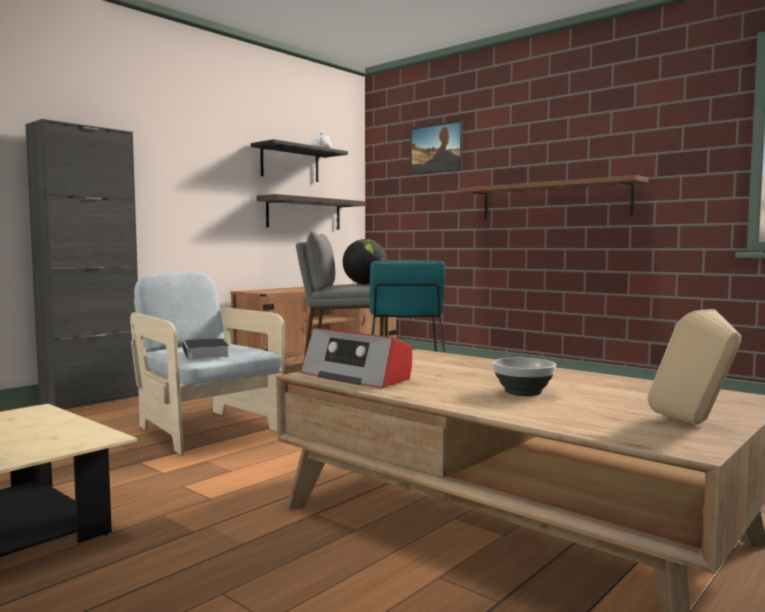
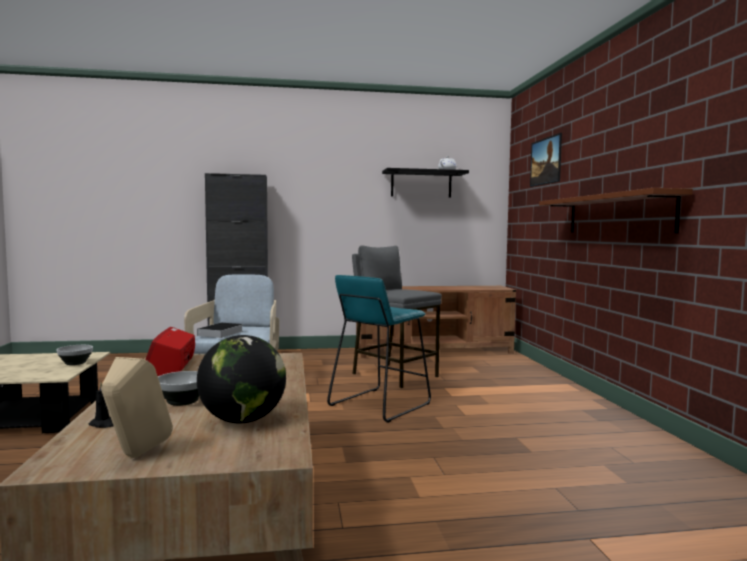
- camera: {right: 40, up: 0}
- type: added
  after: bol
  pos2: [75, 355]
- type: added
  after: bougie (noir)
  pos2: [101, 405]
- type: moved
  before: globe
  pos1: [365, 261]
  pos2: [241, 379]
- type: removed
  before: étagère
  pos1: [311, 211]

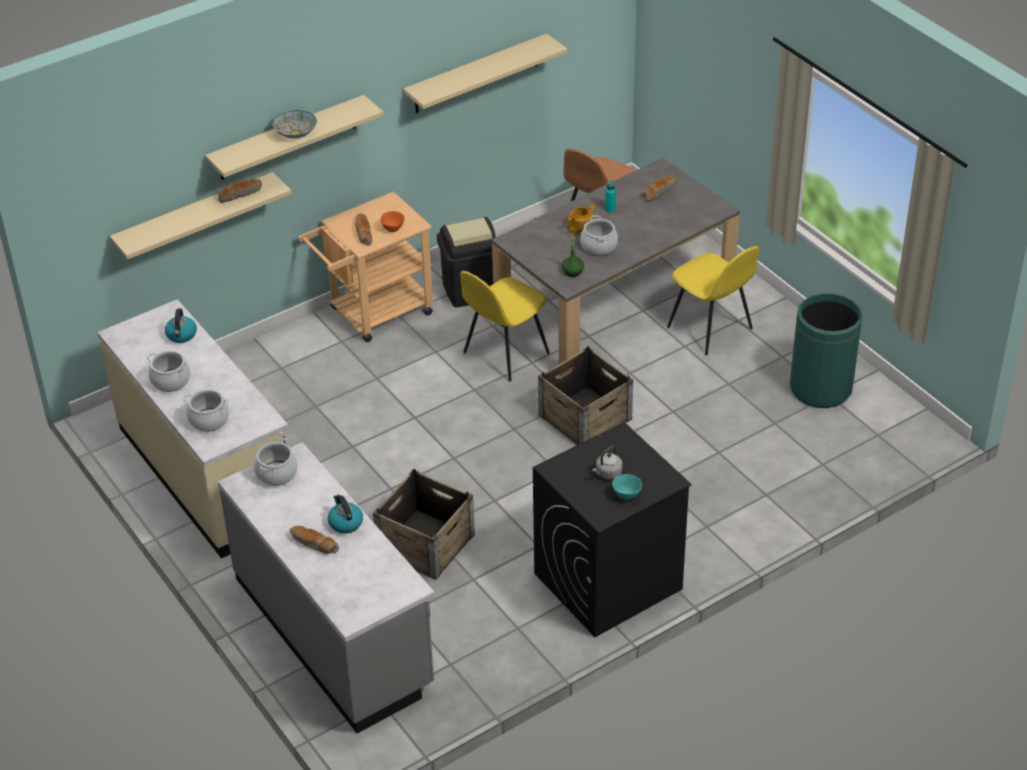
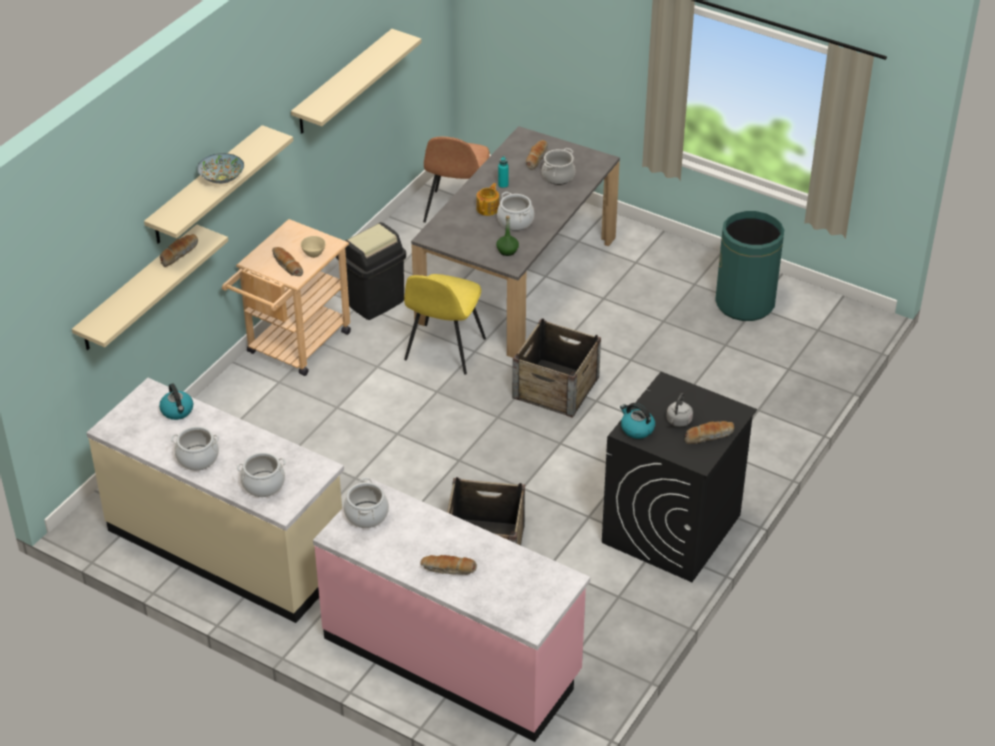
- camera: {right: -25, up: 0}
- type: recoloured
  before: bol (orange)
  after: bol (beige)
  pos1: [392, 221]
  pos2: [313, 247]
- type: recoloured
  before: comptoir de cuisine (gris)
  after: comptoir de cuisine (rose)
  pos1: [326, 588]
  pos2: [451, 610]
- type: added
  after: marmite
  pos2: [558, 166]
- type: moved
  before: bouilloire
  pos1: [345, 514]
  pos2: [637, 421]
- type: replaced
  before: bol (turquoise)
  after: pain
  pos1: [627, 487]
  pos2: [709, 432]
- type: removed
  before: chaise (jaune)
  pos1: [713, 300]

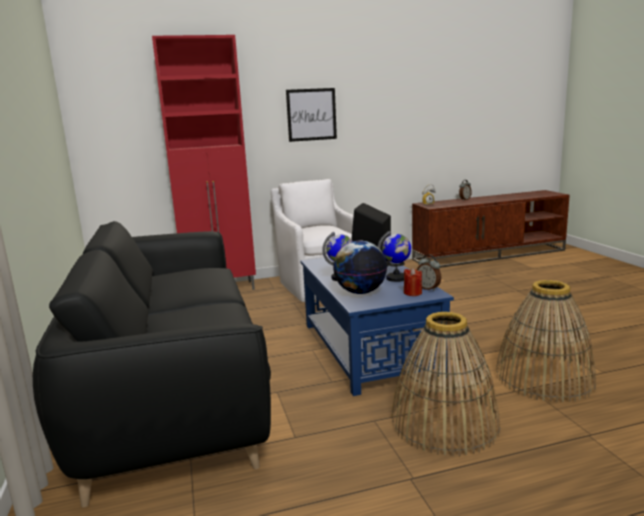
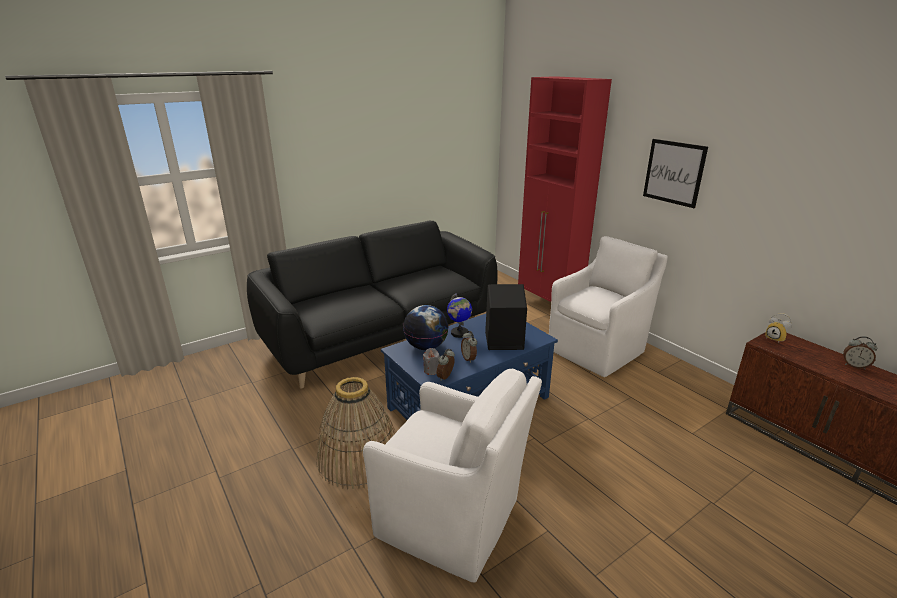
- camera: {right: 70, up: 10}
- type: replaced
  before: panier
  after: fauteuil (blanc)
  pos1: [546, 341]
  pos2: [452, 475]
- type: recoloured
  before: bougie (rouge)
  after: bougie (gris)
  pos1: [413, 282]
  pos2: [431, 361]
- type: replaced
  before: globe
  after: réveil
  pos1: [394, 256]
  pos2: [469, 347]

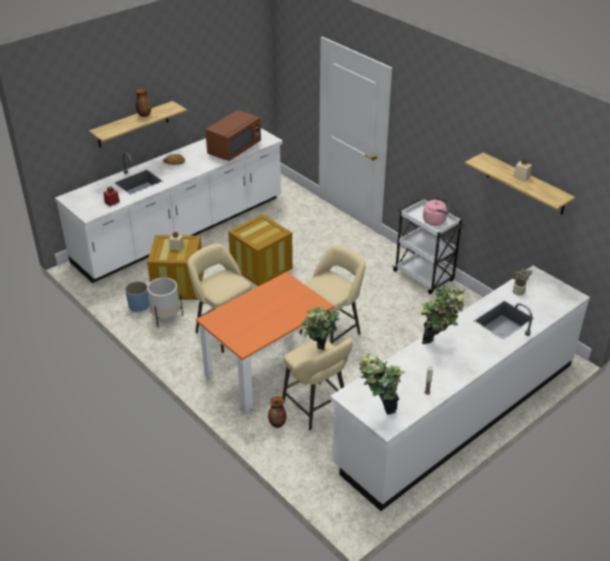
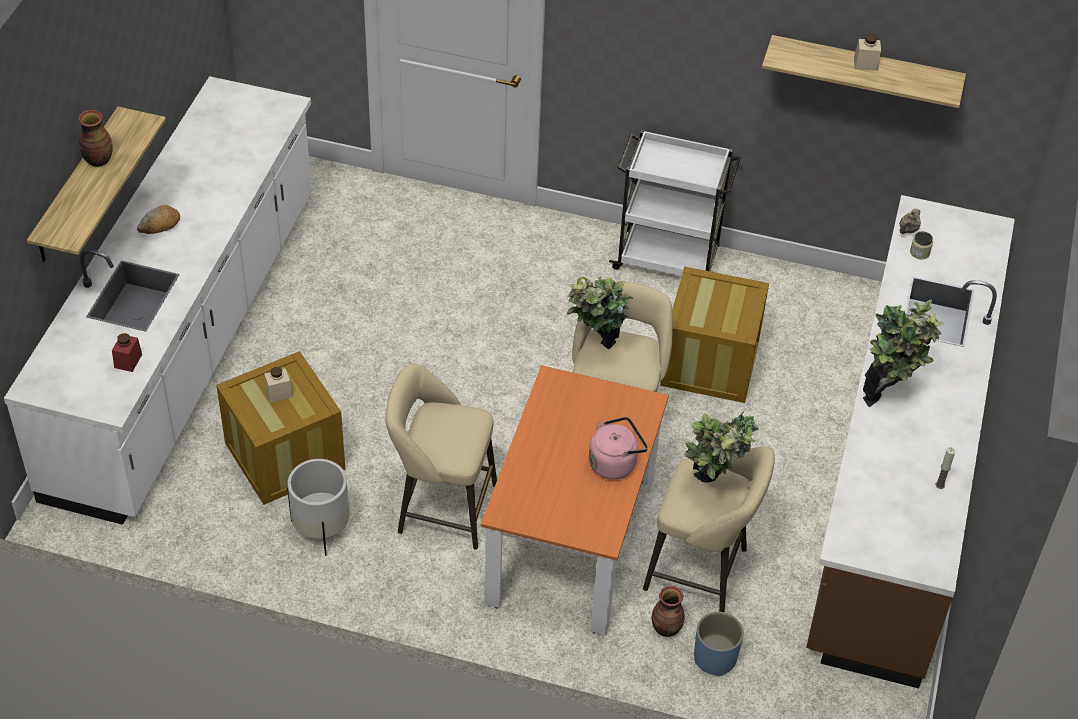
- camera: {right: -35, up: 10}
- type: moved
  before: plante en pot
  pos1: [382, 384]
  pos2: [599, 312]
- type: moved
  before: bouilloire (rose)
  pos1: [436, 212]
  pos2: [618, 448]
- type: moved
  before: caisse
  pos1: [260, 250]
  pos2: [714, 335]
- type: moved
  before: cache-pot (bleu)
  pos1: [137, 296]
  pos2: [719, 644]
- type: recoloured
  before: comptoir de cuisine (blanc)
  after: comptoir de cuisine (marron)
  pos1: [460, 388]
  pos2: [910, 441]
- type: removed
  before: micro-ondes (marron)
  pos1: [233, 135]

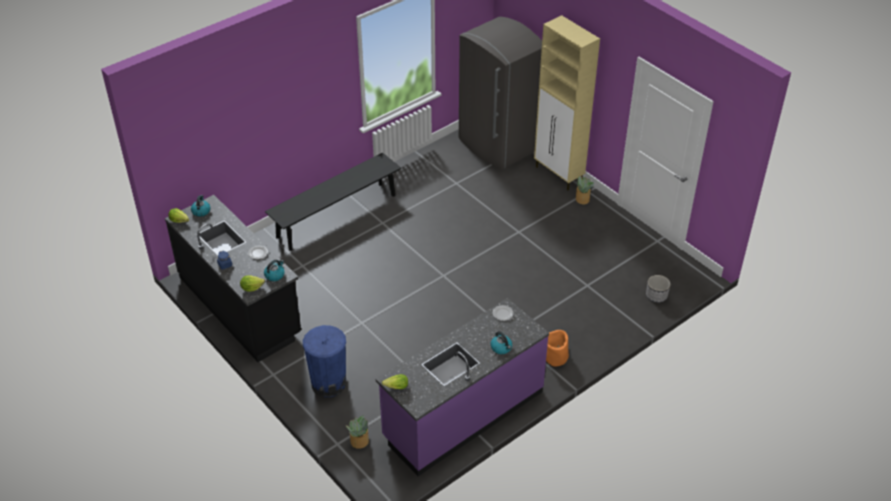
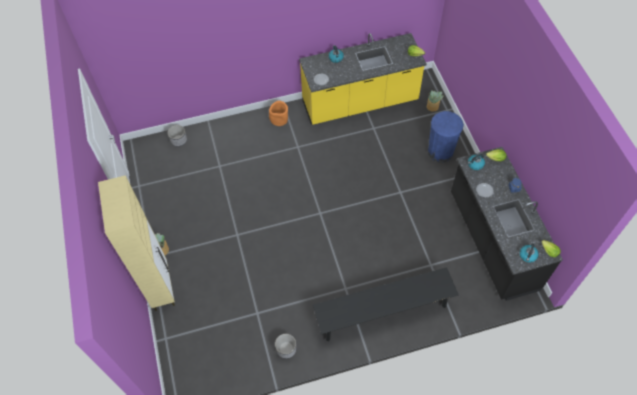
- camera: {right: -155, up: 15}
- type: added
  after: cache-pot
  pos2: [285, 346]
- type: recoloured
  before: comptoir de cuisine (violet)
  after: comptoir de cuisine (jaune)
  pos1: [462, 387]
  pos2: [363, 79]
- type: removed
  before: réfrigérateur (gris)
  pos1: [500, 93]

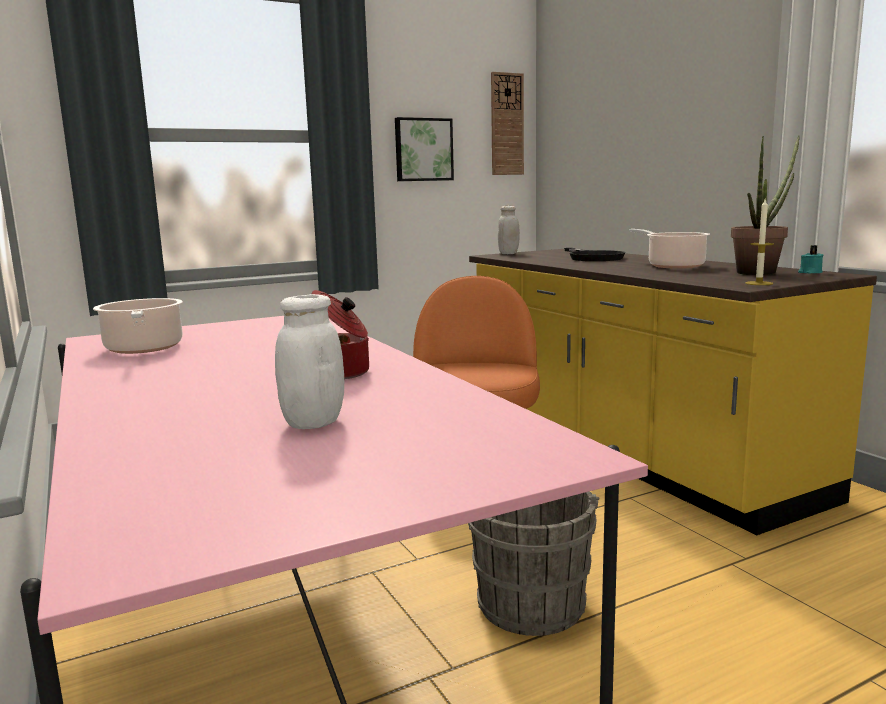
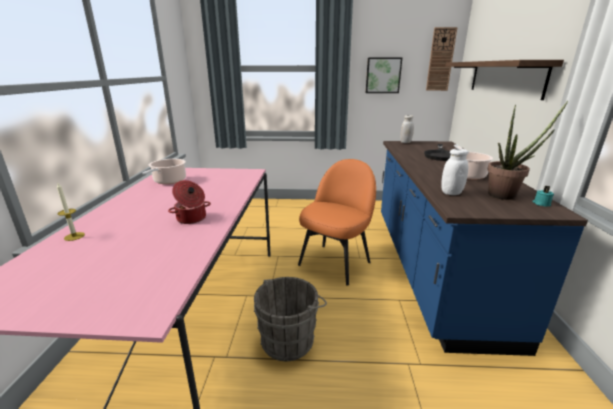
- camera: {right: 30, up: 10}
- type: moved
  before: bougie
  pos1: [759, 242]
  pos2: [71, 212]
- type: recoloured
  before: comptoir de cuisine (jaune)
  after: comptoir de cuisine (bleu)
  pos1: [673, 392]
  pos2: [484, 248]
- type: moved
  before: bocal (blanc)
  pos1: [309, 361]
  pos2: [455, 172]
- type: added
  after: étagère
  pos2: [504, 80]

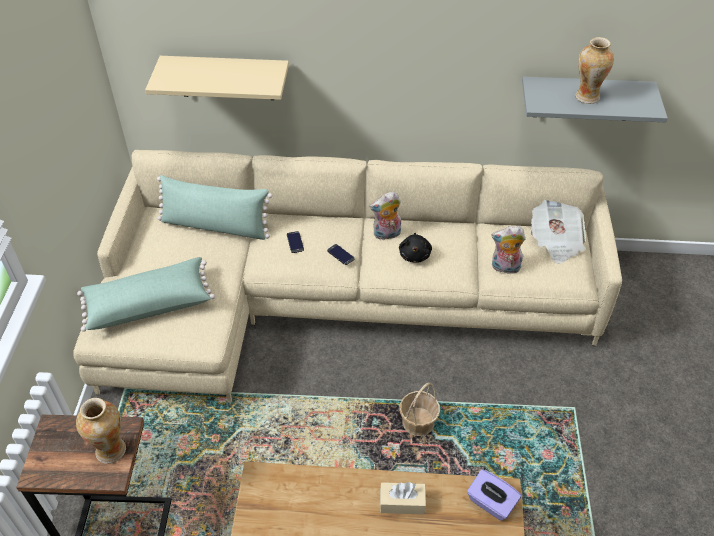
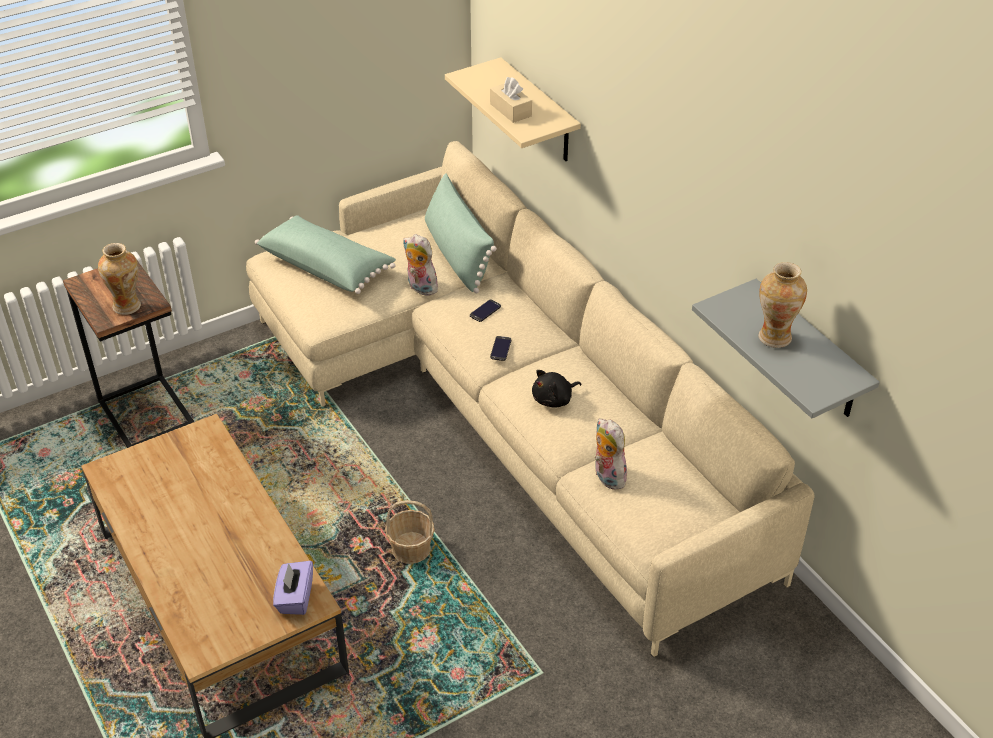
- camera: {right: 55, up: -5}
- type: moved
  before: peluche
  pos1: [385, 215]
  pos2: [420, 265]
- type: moved
  before: boîte à mouchoirs (beige)
  pos1: [403, 498]
  pos2: [511, 100]
- type: removed
  before: journal
  pos1: [558, 232]

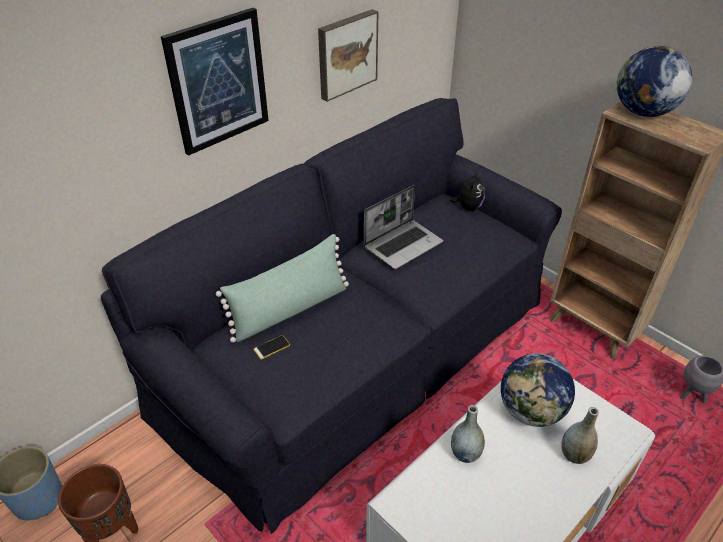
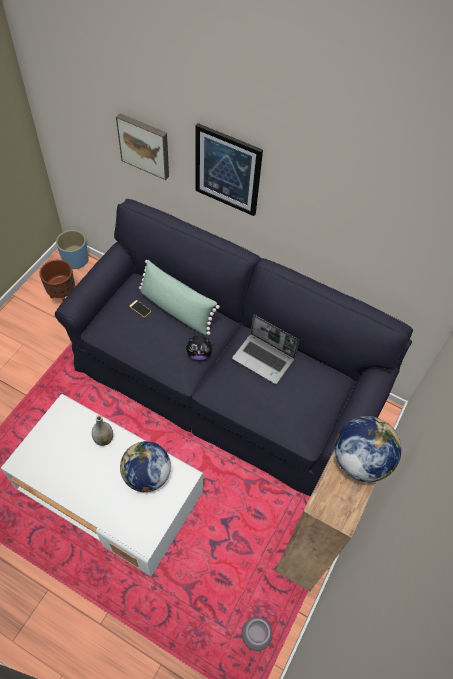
- camera: {right: 70, up: 15}
- type: moved
  before: tableau
  pos1: [348, 55]
  pos2: [142, 146]
- type: moved
  before: peluche
  pos1: [467, 190]
  pos2: [200, 348]
- type: removed
  before: vase (gris)
  pos1: [580, 435]

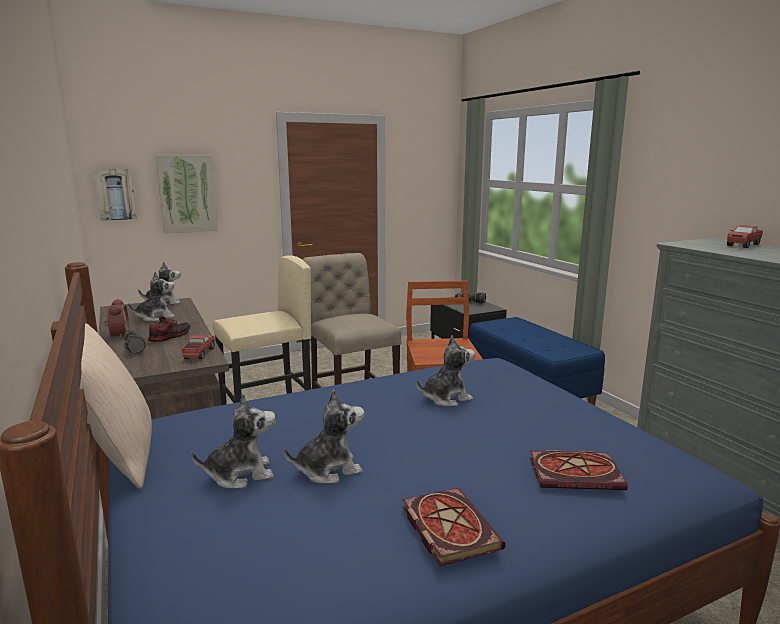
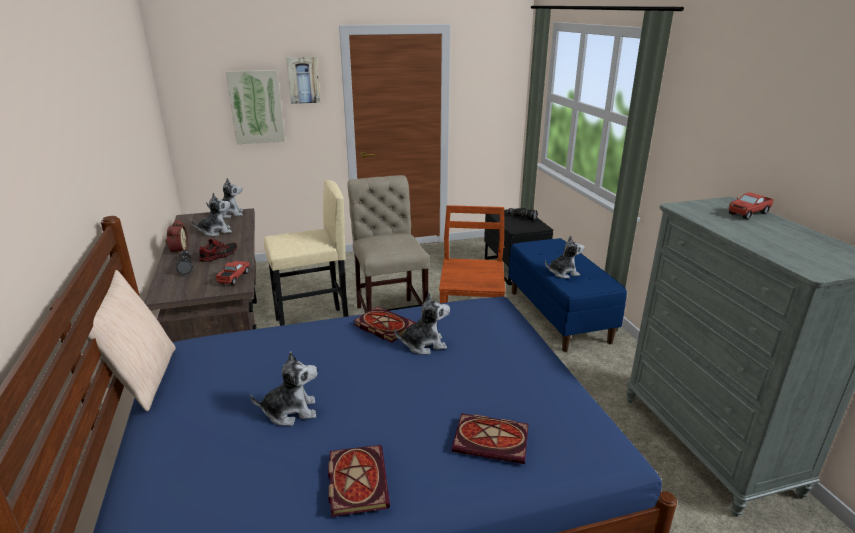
- camera: {right: 10, up: 10}
- type: moved
  before: tableau
  pos1: [115, 195]
  pos2: [303, 80]
- type: added
  after: livre
  pos2: [384, 324]
- type: moved
  before: peluche
  pos1: [233, 441]
  pos2: [564, 257]

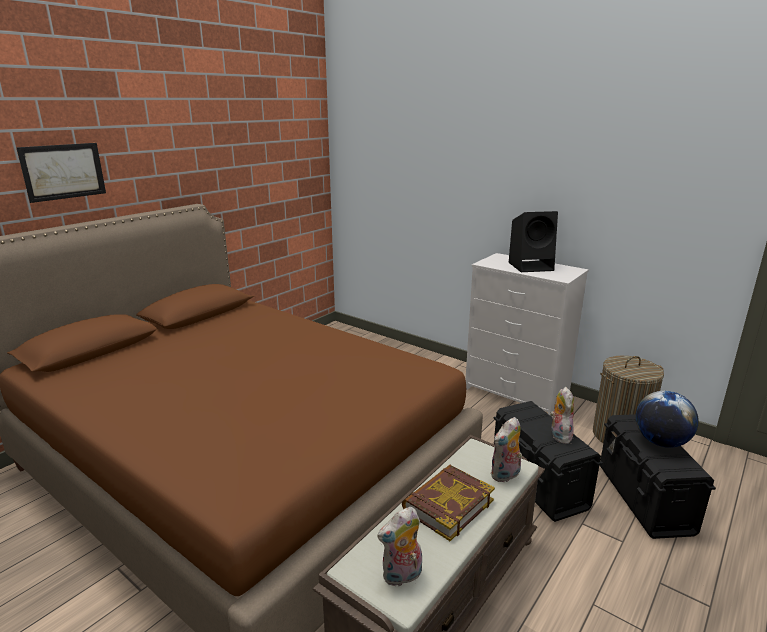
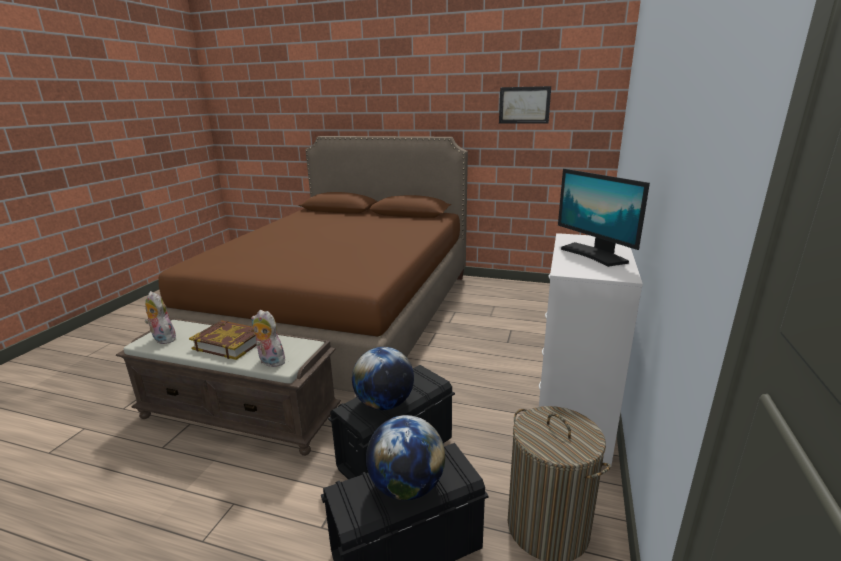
- camera: {right: 70, up: 0}
- type: replaced
  before: peluche
  after: globe
  pos1: [562, 415]
  pos2: [383, 378]
- type: moved
  before: tableau
  pos1: [61, 173]
  pos2: [525, 105]
- type: replaced
  before: enceinte (noir)
  after: écran d'ordinateur
  pos1: [533, 241]
  pos2: [604, 218]

